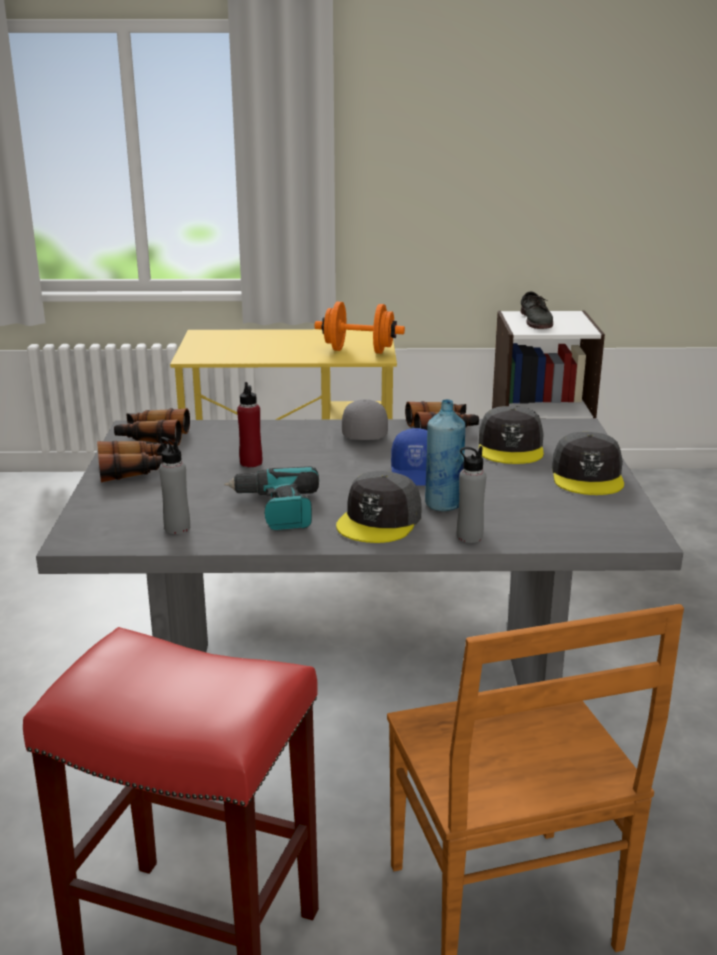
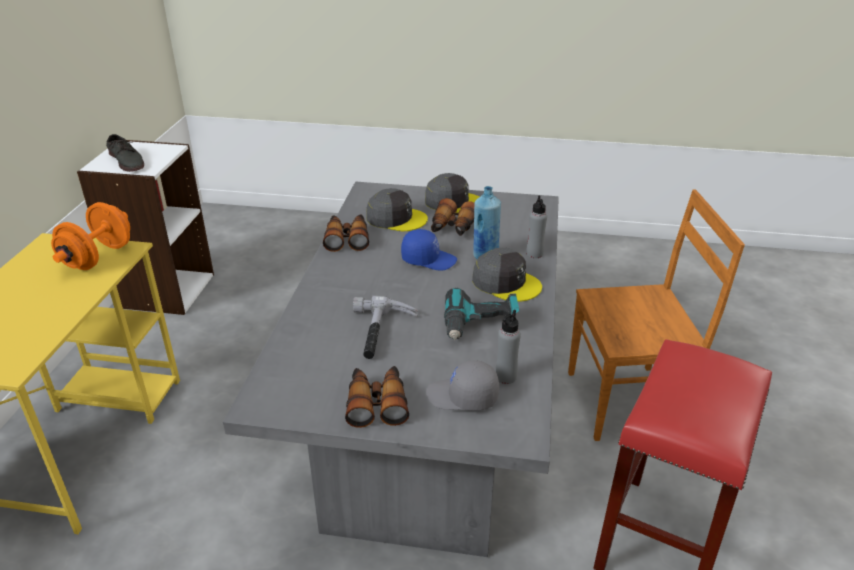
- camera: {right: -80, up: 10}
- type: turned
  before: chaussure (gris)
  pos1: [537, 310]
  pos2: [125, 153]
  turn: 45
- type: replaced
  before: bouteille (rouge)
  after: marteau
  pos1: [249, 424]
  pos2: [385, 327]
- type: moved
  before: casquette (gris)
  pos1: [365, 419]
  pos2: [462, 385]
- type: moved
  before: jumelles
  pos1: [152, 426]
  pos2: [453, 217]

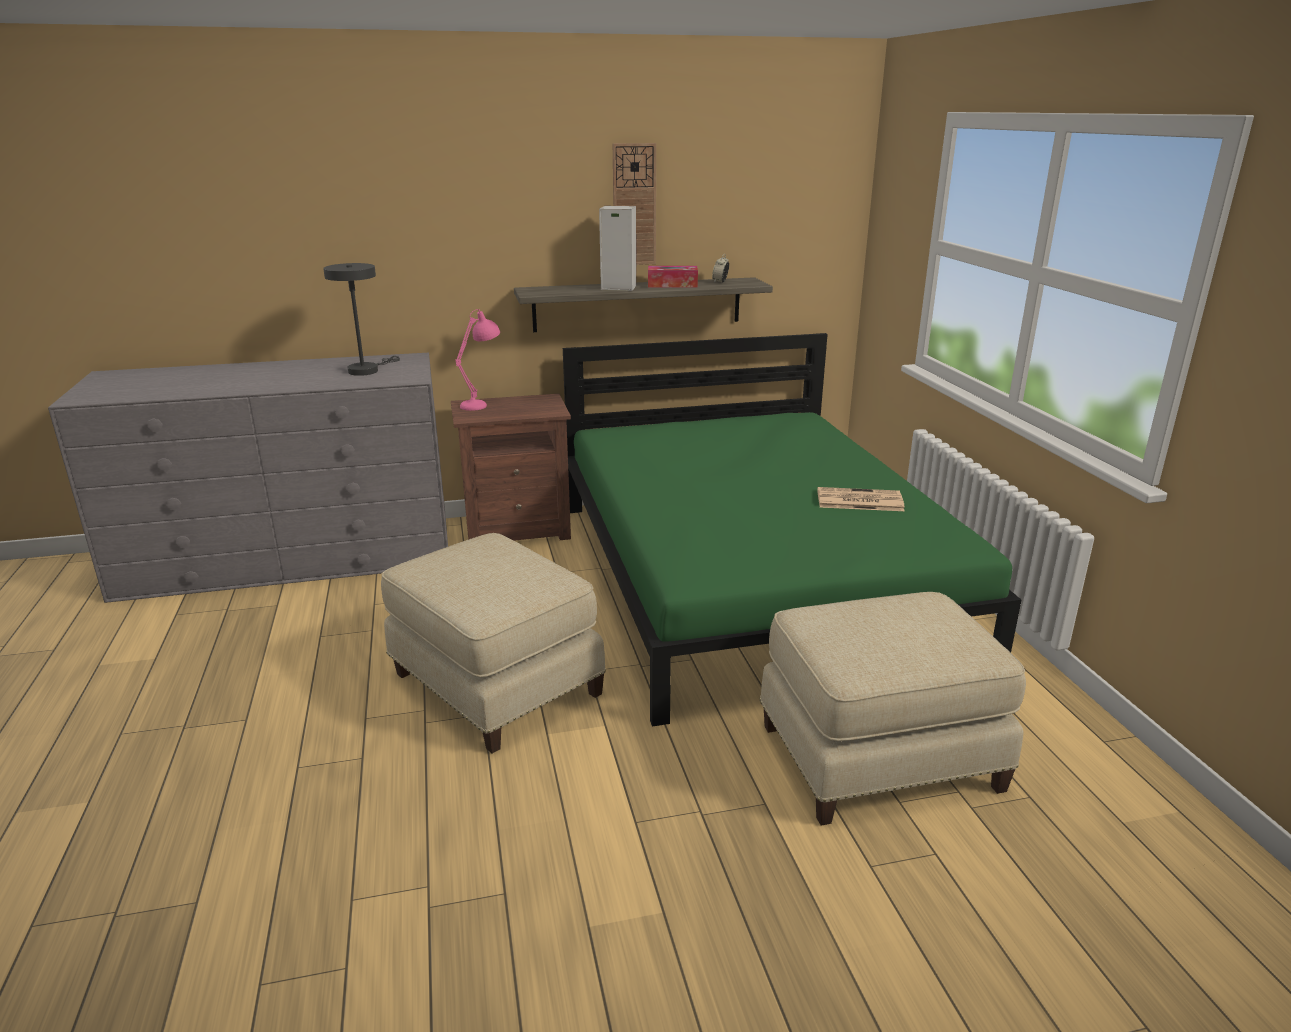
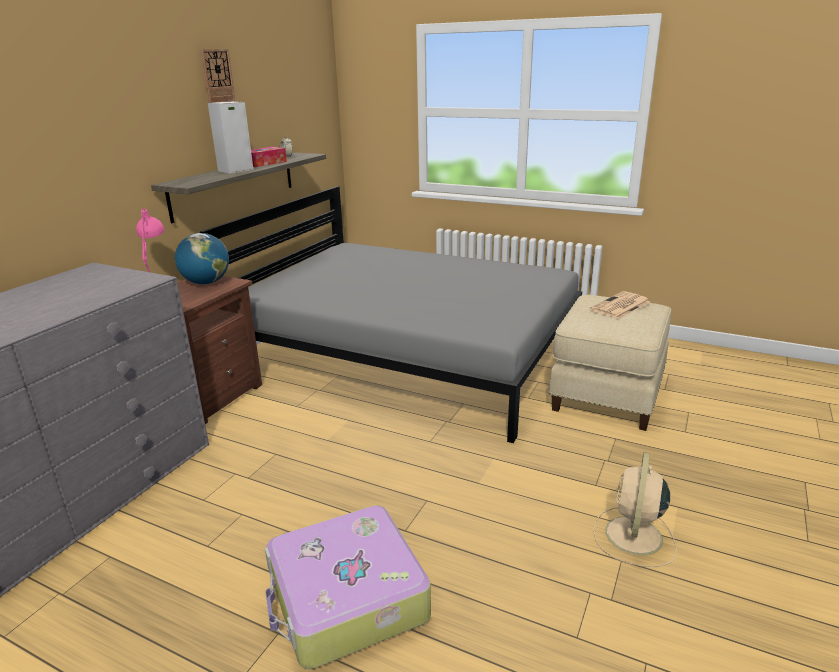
- camera: {right: -50, up: 0}
- type: added
  after: globe
  pos2: [202, 258]
- type: recoloured
  before: lit (vert)
  after: lit (gris)
  pos1: [792, 530]
  pos2: [391, 314]
- type: added
  after: valise
  pos2: [348, 587]
- type: moved
  before: journal
  pos1: [861, 499]
  pos2: [619, 305]
- type: added
  after: ventilateur (beige)
  pos2: [635, 509]
- type: removed
  before: lampe de table (gris)
  pos1: [361, 319]
- type: removed
  before: pouf (beige)
  pos1: [493, 643]

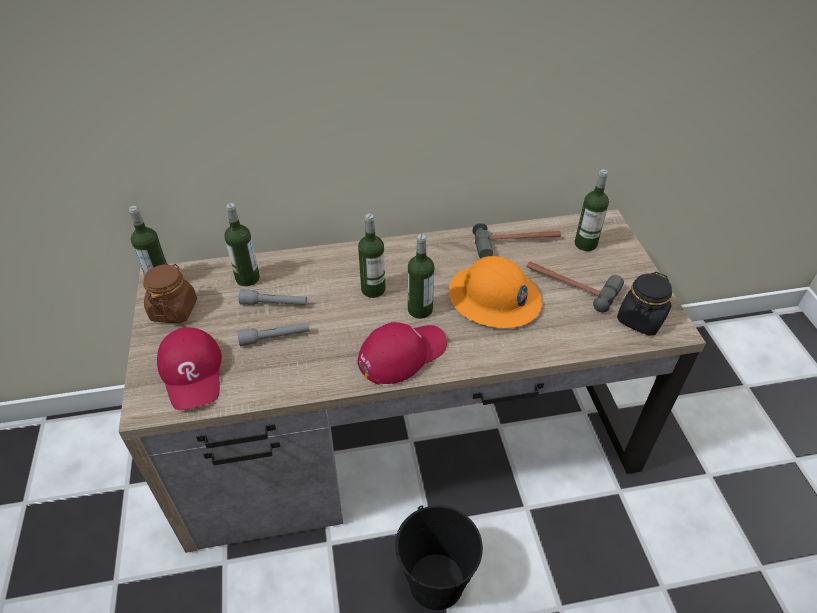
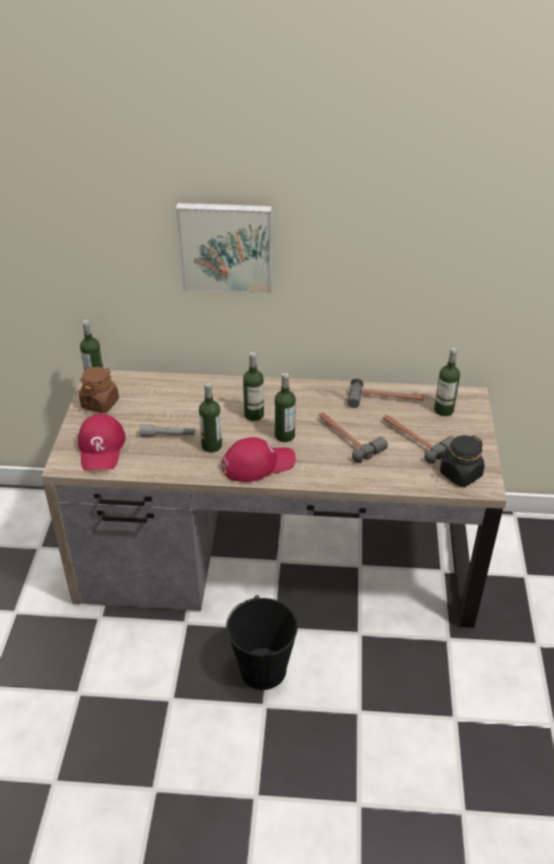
- camera: {right: 15, up: -5}
- type: added
  after: tableau
  pos2: [224, 248]
- type: moved
  before: bouteille
  pos1: [242, 244]
  pos2: [210, 417]
- type: replaced
  before: casque de chantier (orange)
  after: marteau
  pos1: [495, 292]
  pos2: [353, 437]
- type: removed
  before: lampe de poche (gris)
  pos1: [273, 297]

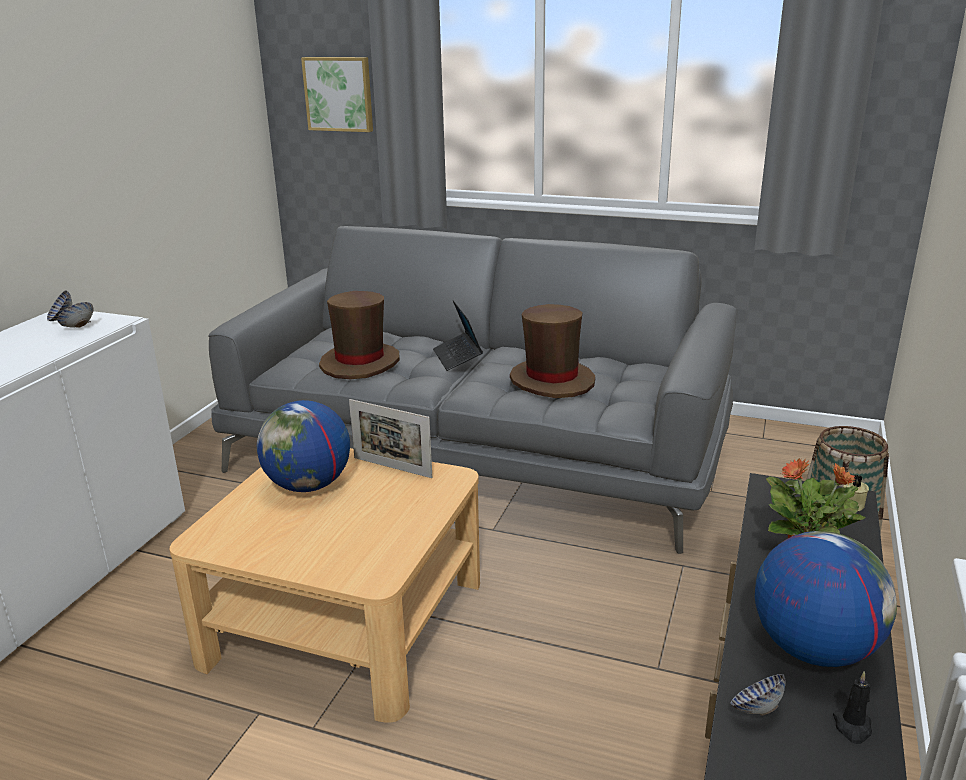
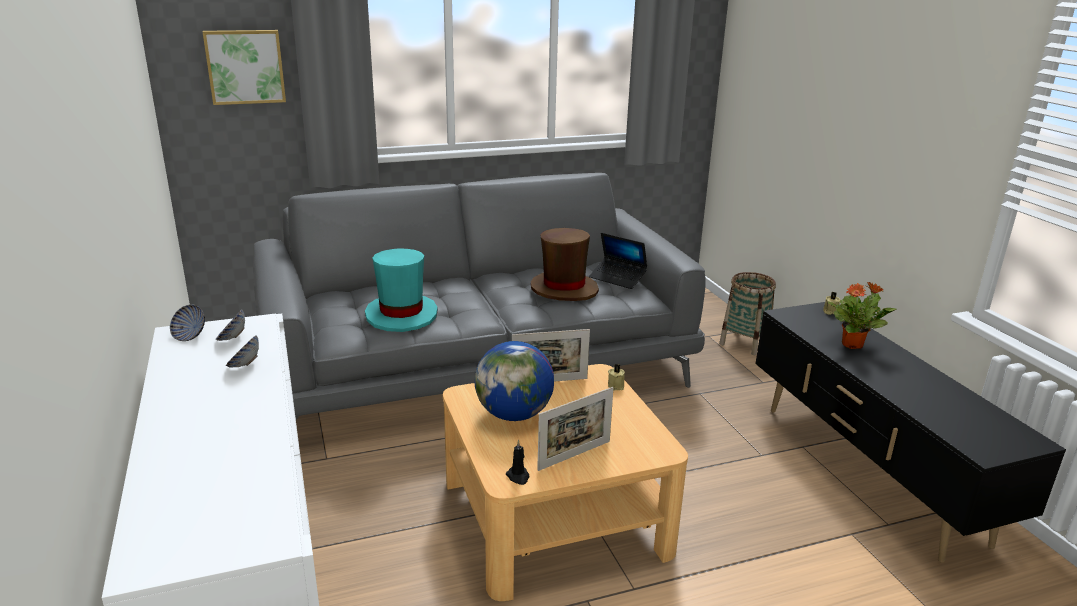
- camera: {right: -40, up: 0}
- type: moved
  before: bol
  pos1: [758, 695]
  pos2: [242, 351]
- type: recoloured
  before: chapeau (marron)
  after: chapeau (turquoise)
  pos1: [359, 335]
  pos2: [401, 290]
- type: moved
  before: bougie (noir)
  pos1: [852, 707]
  pos2: [517, 462]
- type: added
  after: cadre photo
  pos2: [575, 429]
- type: moved
  before: ordinateur portable
  pos1: [458, 335]
  pos2: [618, 261]
- type: added
  after: bougie (beige)
  pos2: [616, 377]
- type: removed
  before: globe
  pos1: [826, 599]

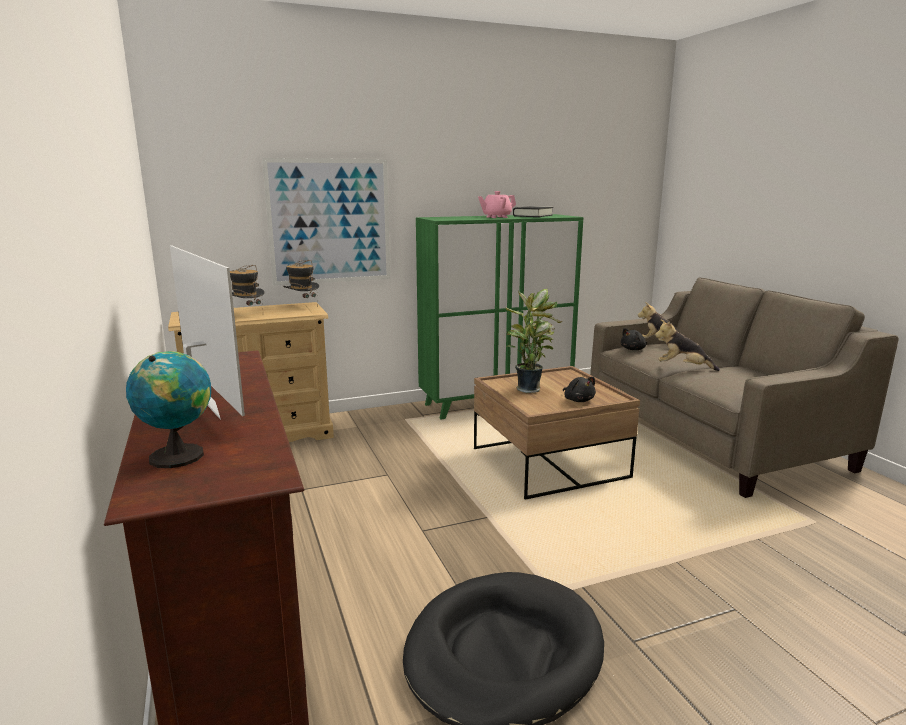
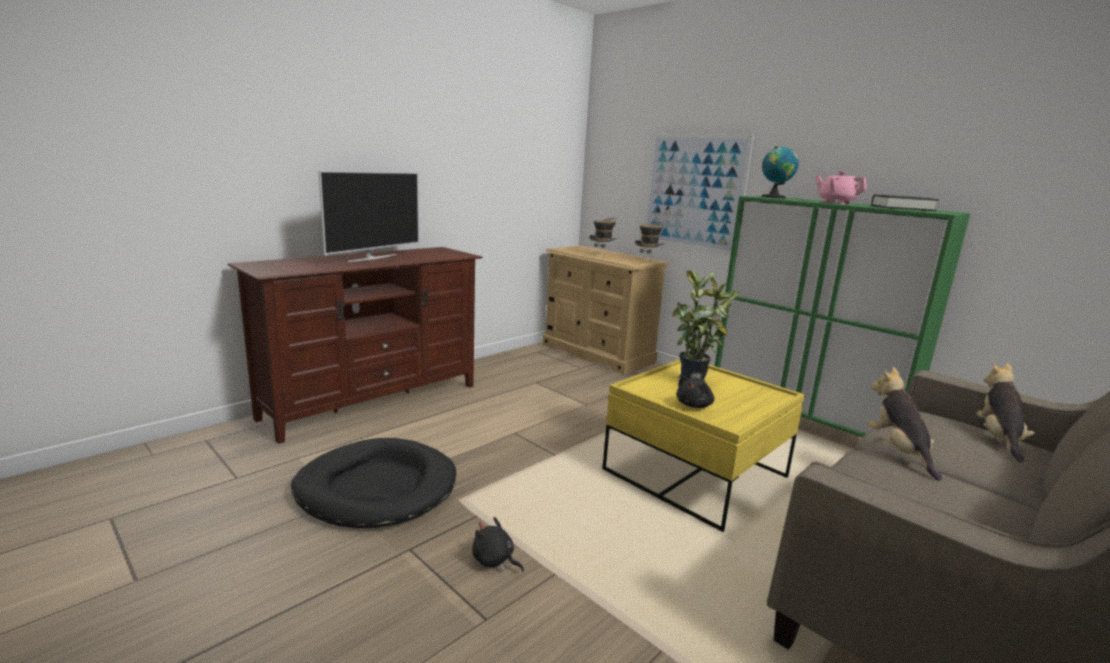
- camera: {right: 65, up: 0}
- type: moved
  before: peluche (noir)
  pos1: [634, 339]
  pos2: [498, 544]
- type: recoloured
  before: table basse (marron)
  after: table basse (jaune)
  pos1: [557, 433]
  pos2: [703, 445]
- type: moved
  before: globe
  pos1: [168, 409]
  pos2: [780, 172]

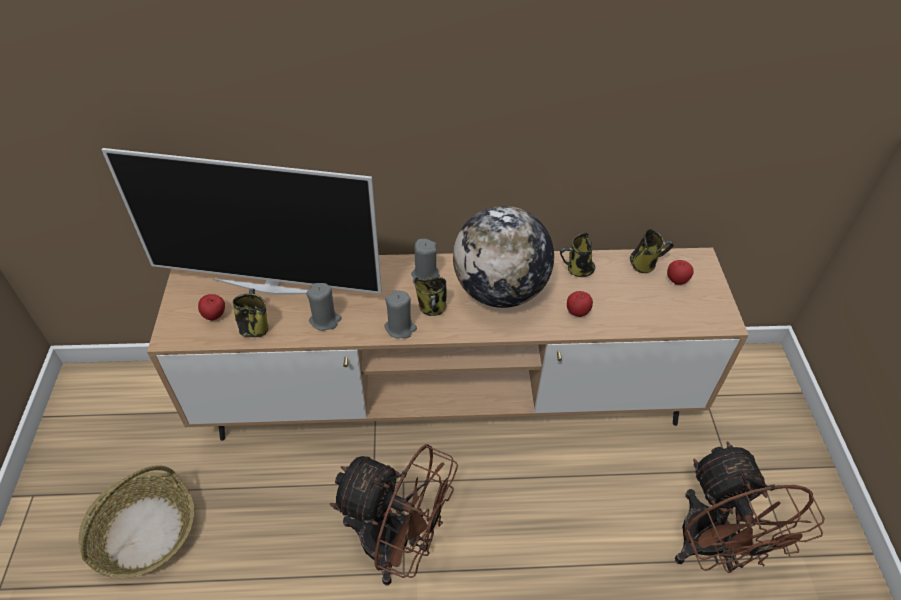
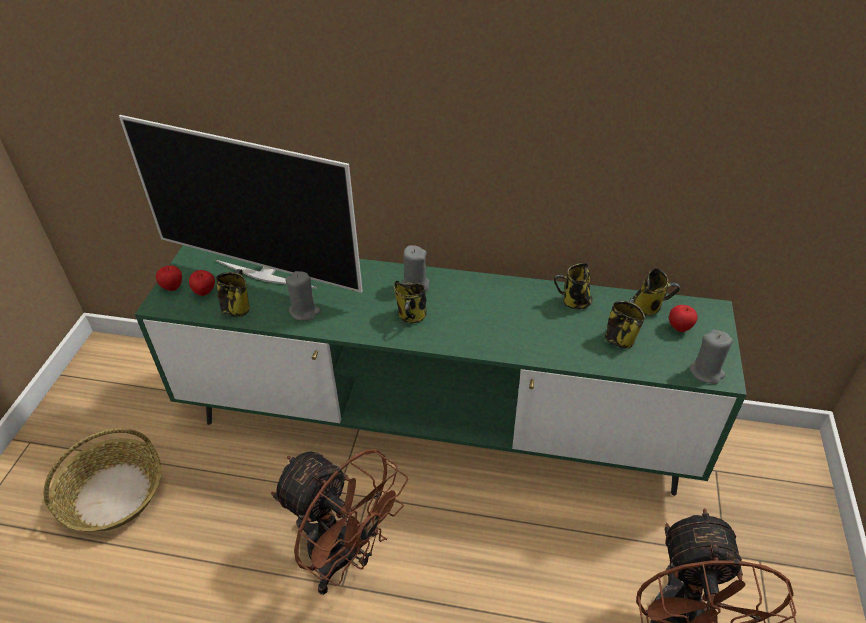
- camera: {right: 15, up: -5}
- type: recoloured
  before: meuble télé (marron)
  after: meuble télé (vert)
  pos1: [448, 344]
  pos2: [441, 370]
- type: moved
  before: pomme
  pos1: [580, 304]
  pos2: [169, 278]
- type: added
  after: mug
  pos2: [625, 323]
- type: moved
  before: bougie (gris)
  pos1: [400, 314]
  pos2: [711, 357]
- type: removed
  before: globe
  pos1: [503, 257]

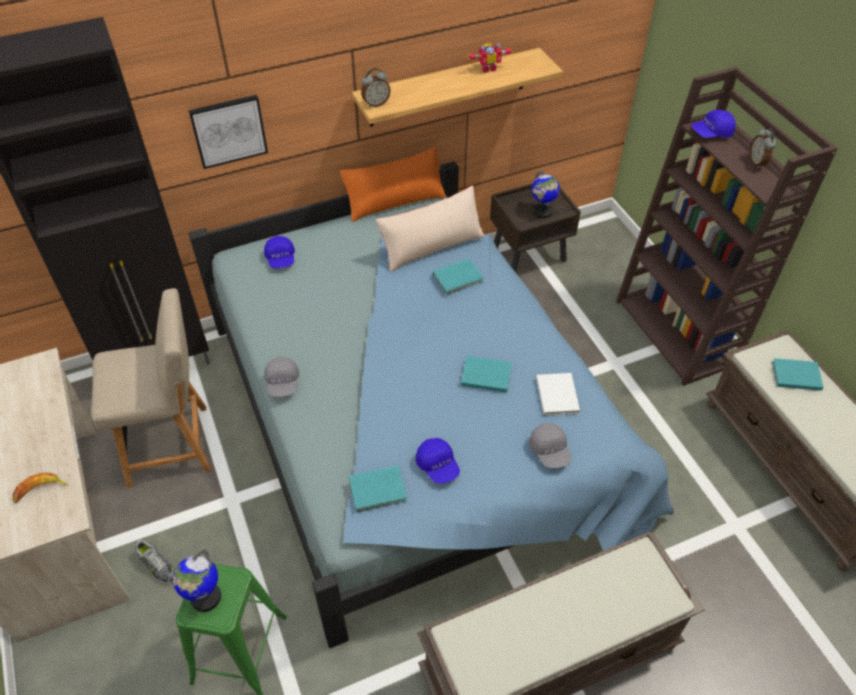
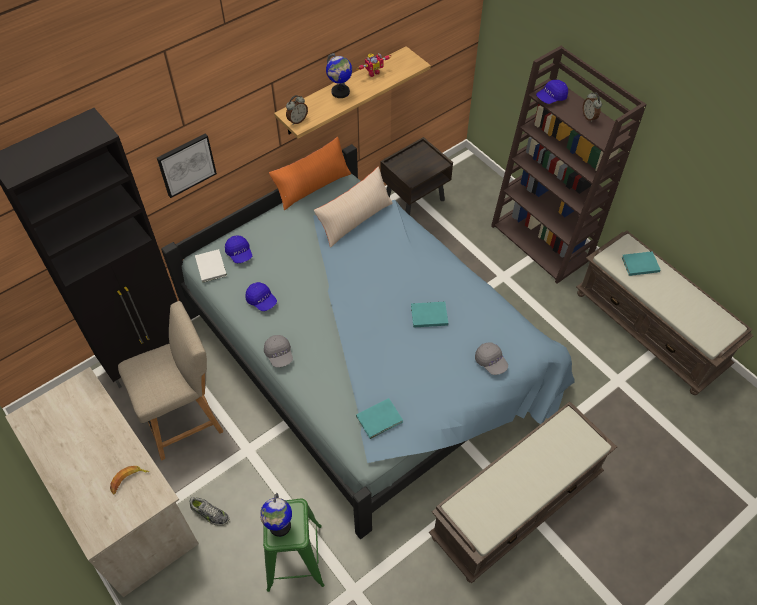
- camera: {right: -15, up: 5}
- type: moved
  before: livre (blanc)
  pos1: [558, 394]
  pos2: [211, 266]
- type: moved
  before: casquette (bleu)
  pos1: [438, 461]
  pos2: [261, 296]
- type: moved
  before: globe
  pos1: [545, 194]
  pos2: [339, 75]
- type: removed
  before: livre (turquoise)
  pos1: [458, 276]

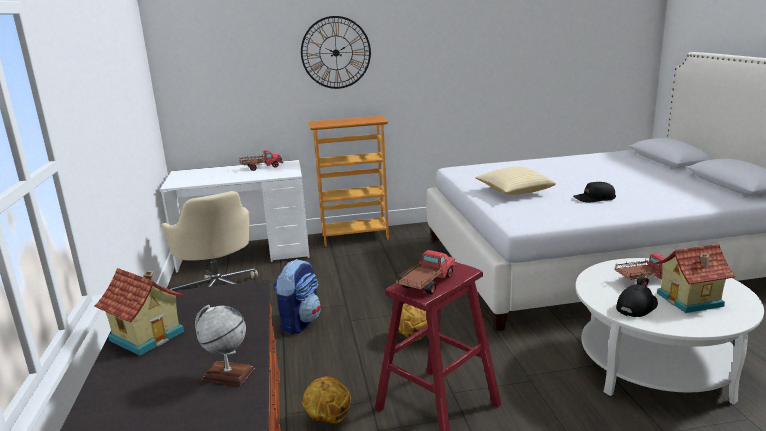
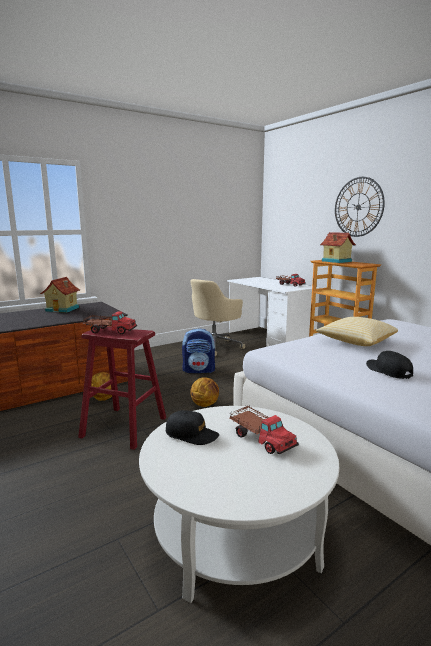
- camera: {right: 65, up: -5}
- type: moved
  before: maison miniature
  pos1: [695, 278]
  pos2: [338, 247]
- type: removed
  before: globe
  pos1: [225, 345]

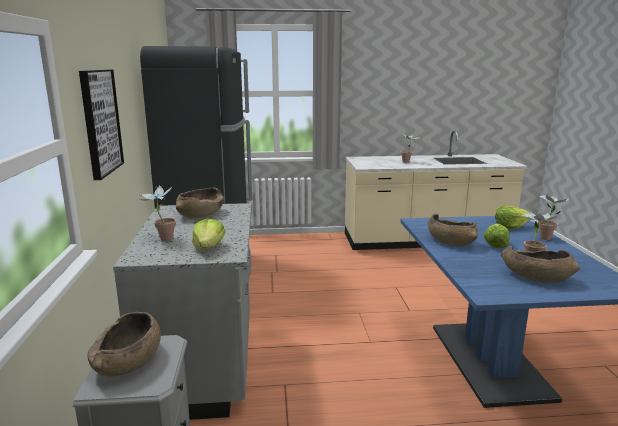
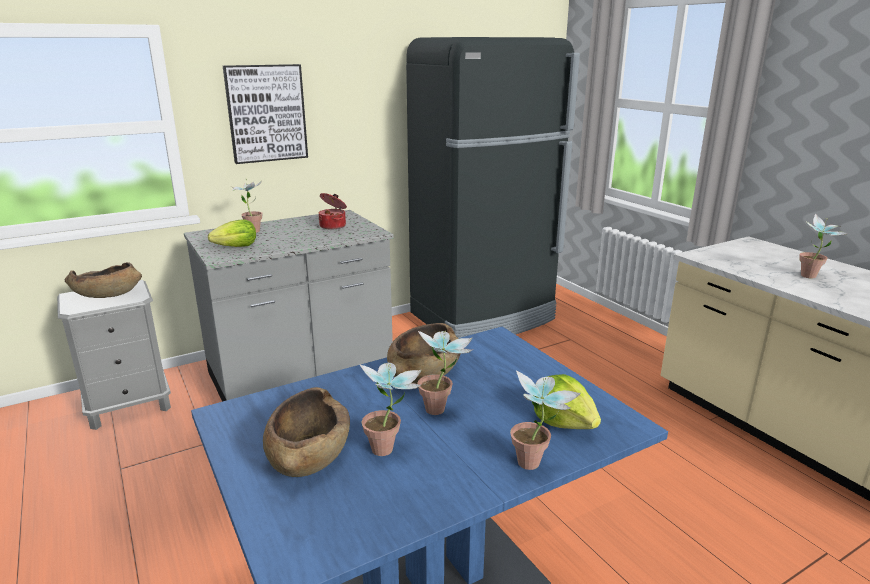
- camera: {right: 65, up: 5}
- type: replaced
  before: bol (marron)
  after: marmite
  pos1: [200, 203]
  pos2: [333, 211]
- type: replaced
  before: laitue
  after: plante en pot
  pos1: [496, 236]
  pos2: [445, 373]

